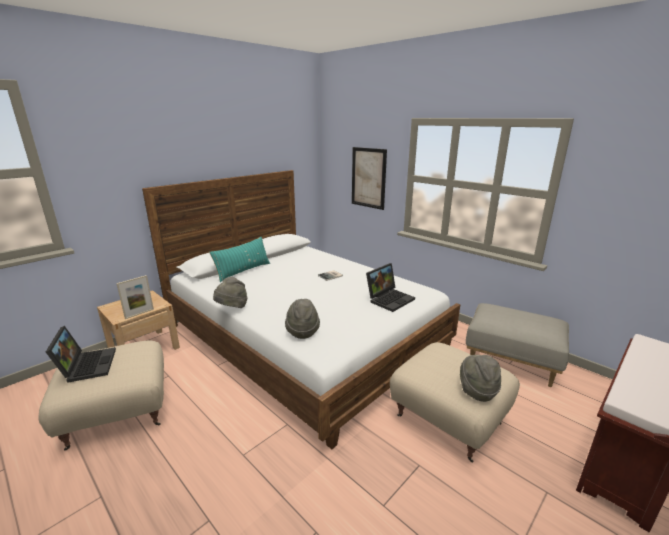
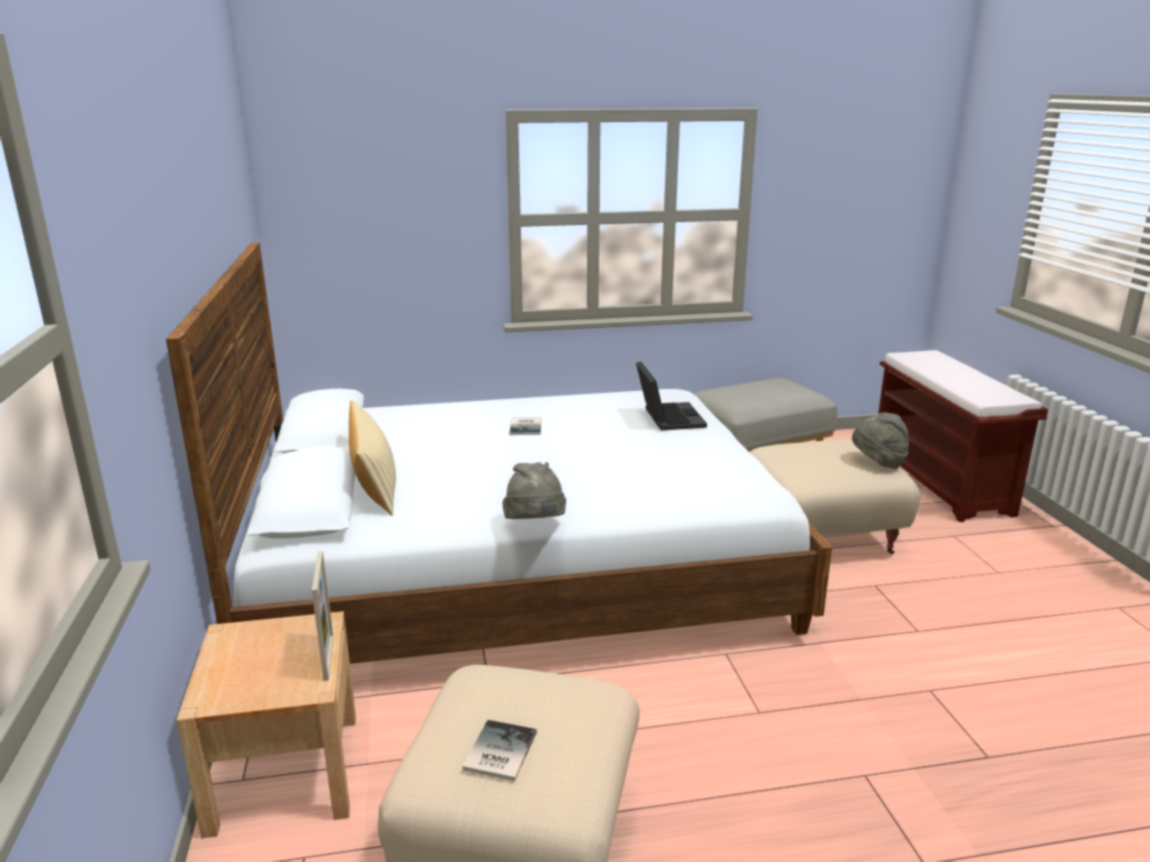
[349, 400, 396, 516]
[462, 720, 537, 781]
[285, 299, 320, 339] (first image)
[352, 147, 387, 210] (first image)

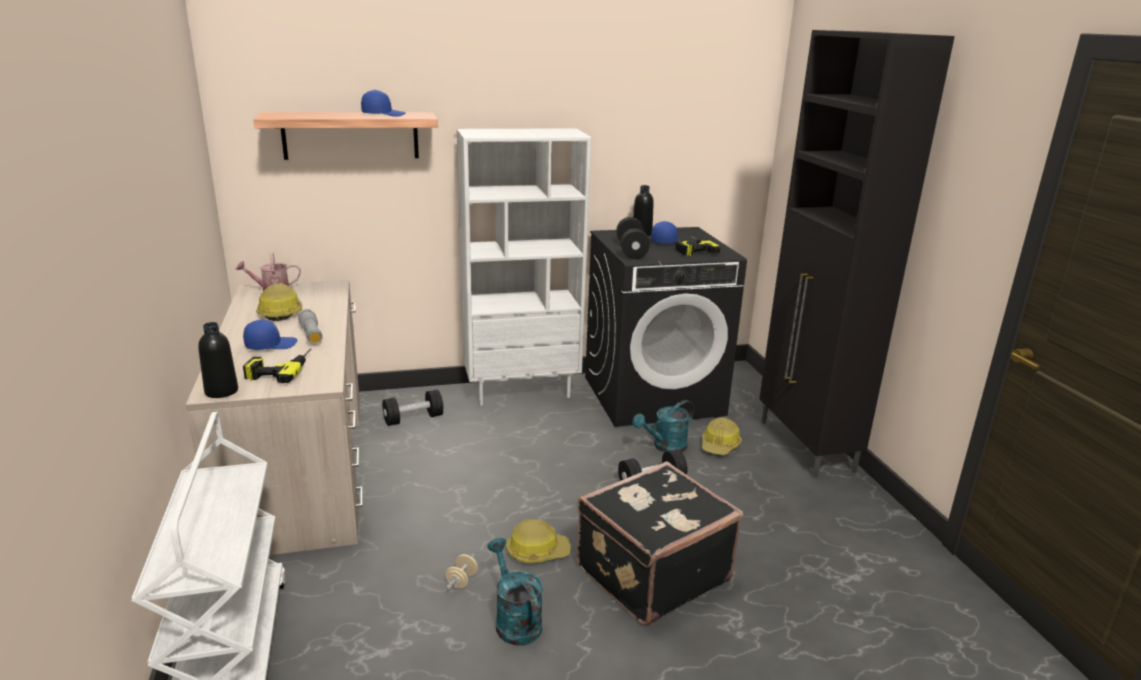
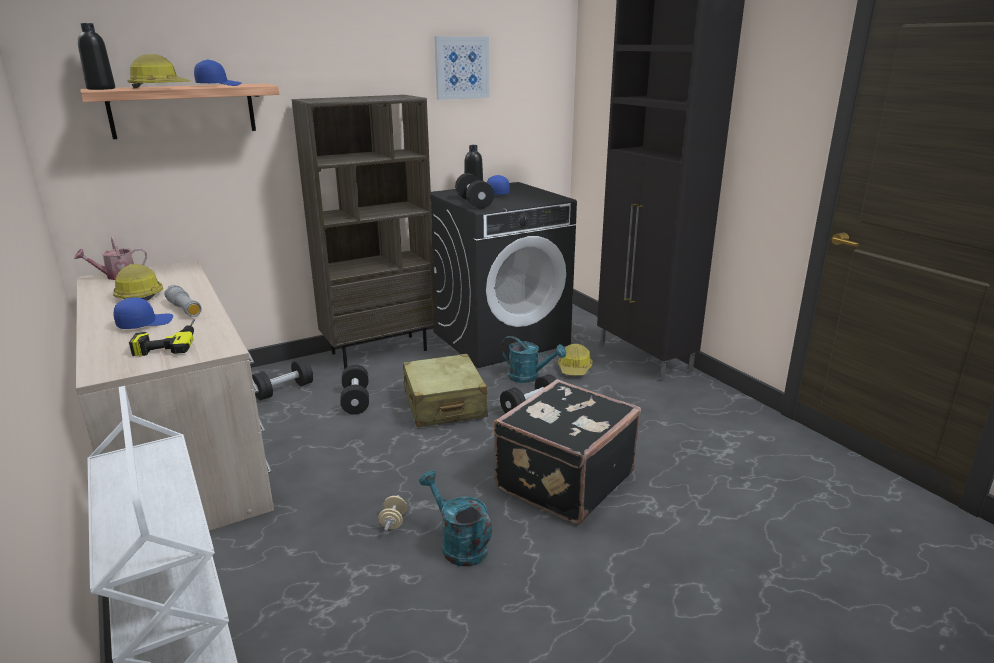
[78, 23, 115, 90]
[128, 54, 191, 88]
[292, 95, 436, 369]
[340, 365, 369, 415]
[403, 354, 488, 427]
[435, 36, 489, 100]
[501, 336, 566, 383]
[675, 235, 721, 256] (first image)

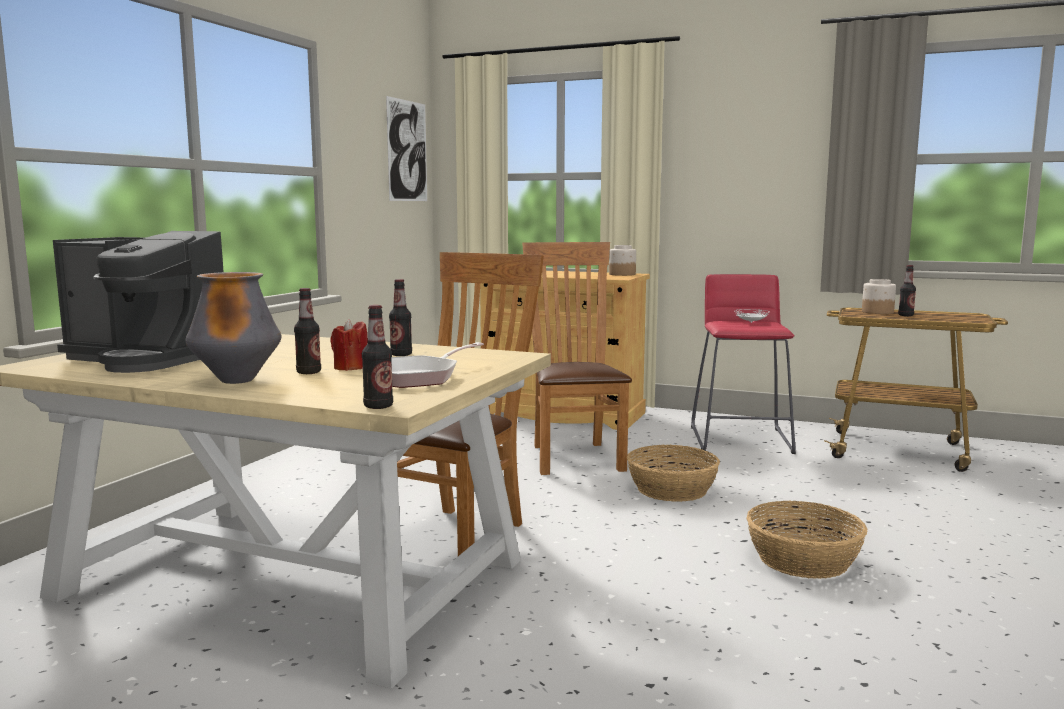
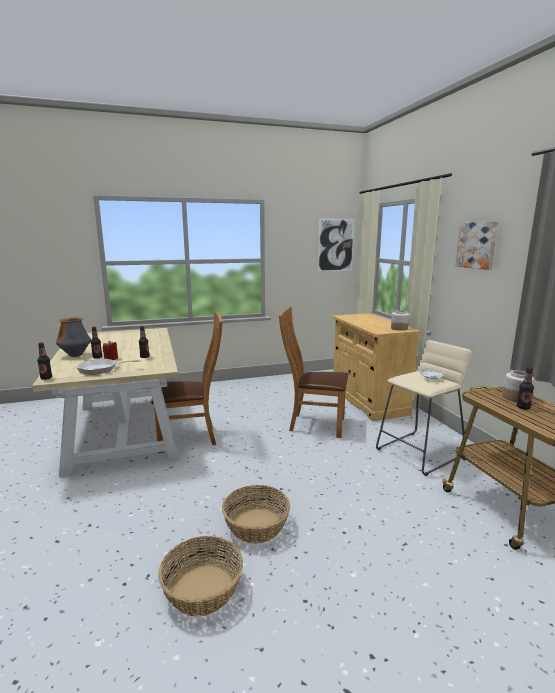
[158, 536, 243, 617]
[279, 307, 348, 438]
[376, 340, 472, 476]
[455, 221, 498, 270]
[53, 231, 223, 373] (first image)

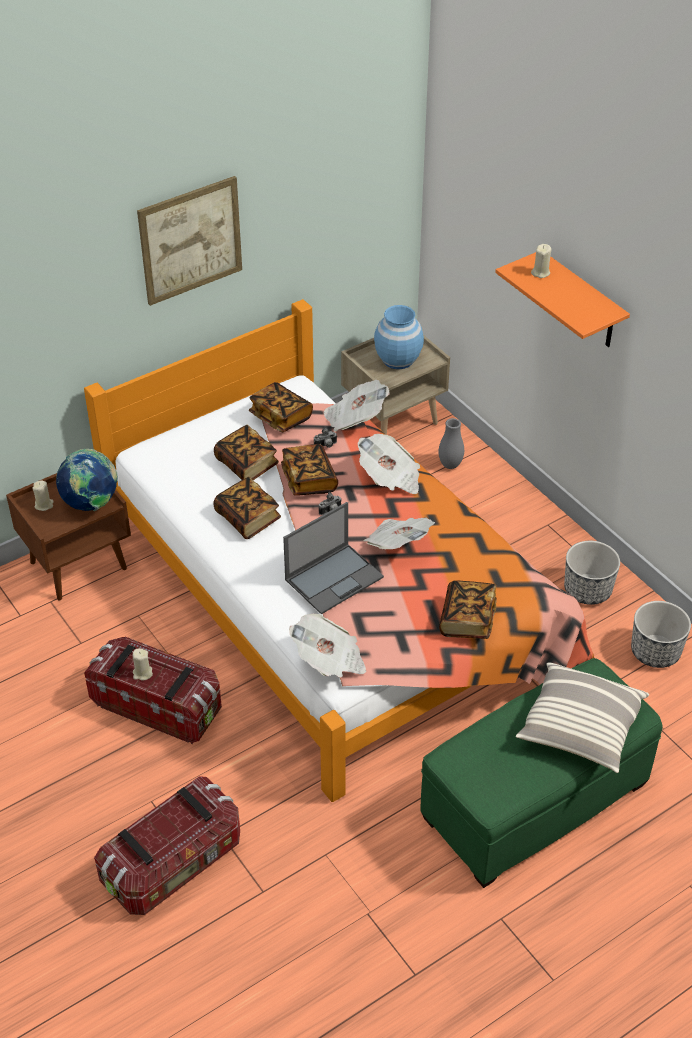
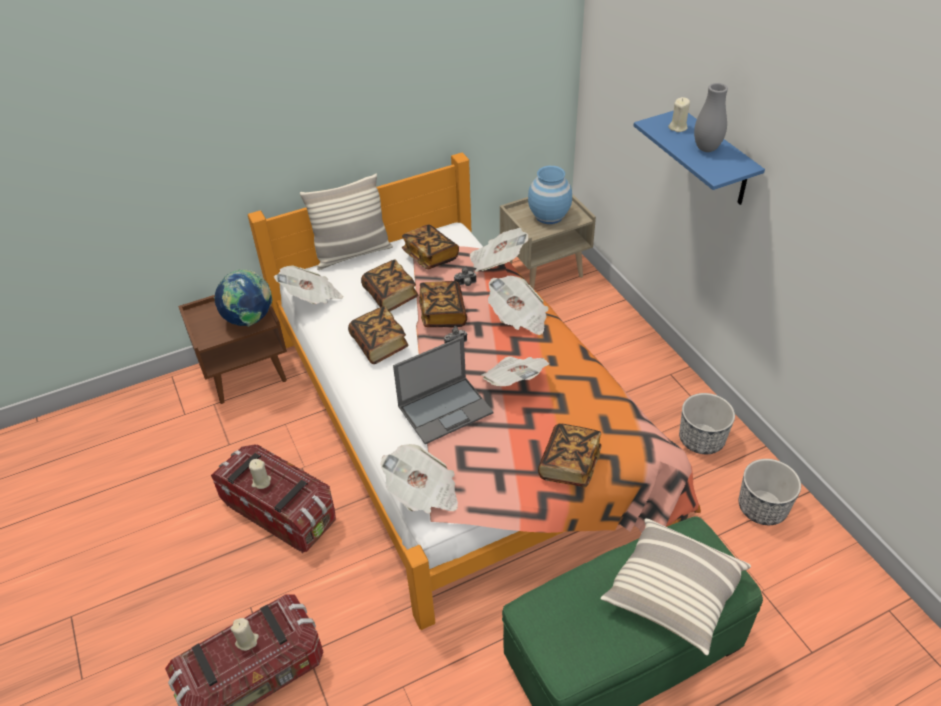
[231, 618, 259, 651]
[274, 266, 343, 304]
[300, 174, 393, 270]
[633, 111, 765, 205]
[694, 83, 728, 152]
[137, 176, 242, 306] (first image)

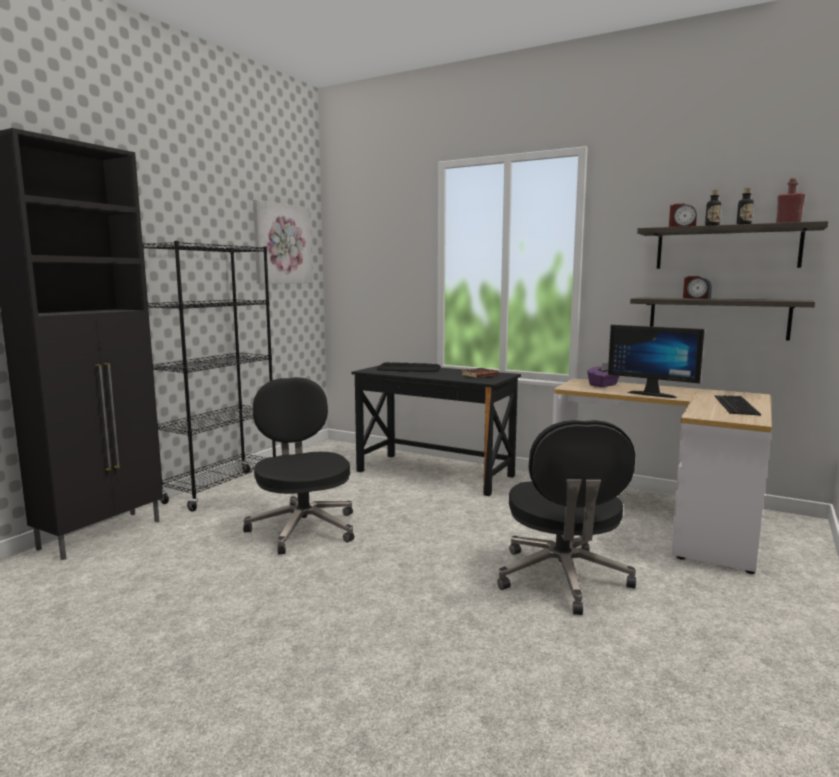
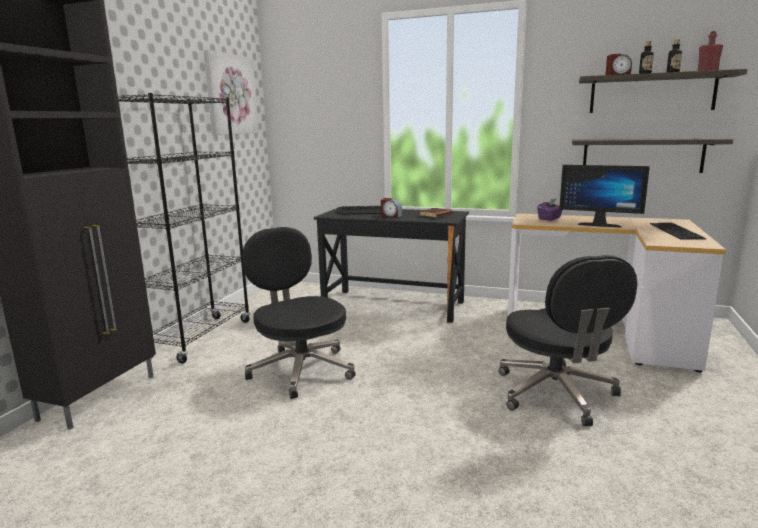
[381, 198, 402, 218]

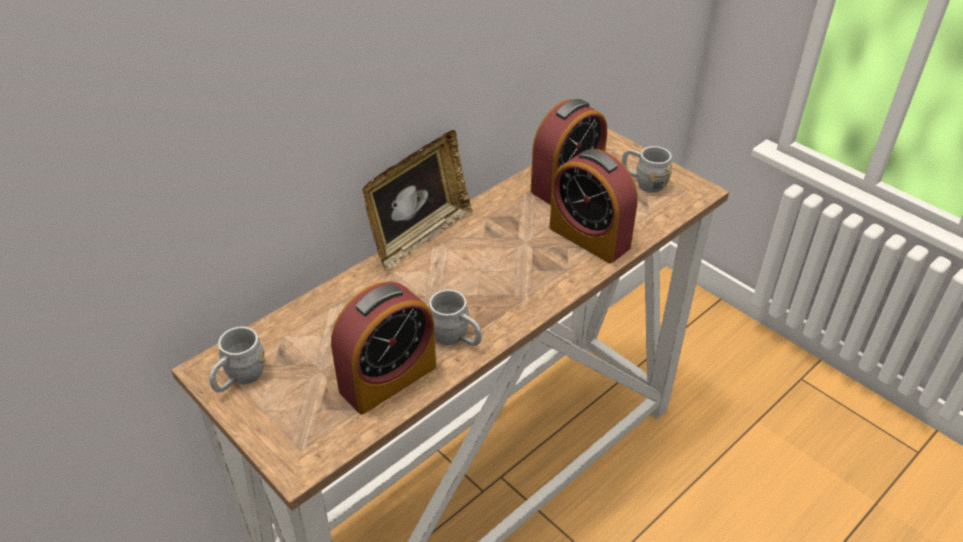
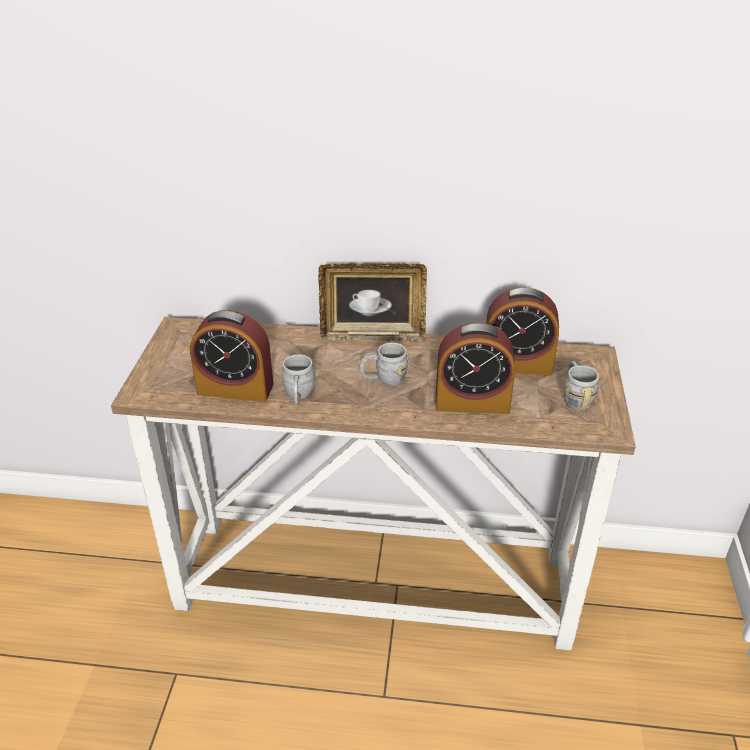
[360, 342, 409, 386]
[436, 322, 515, 414]

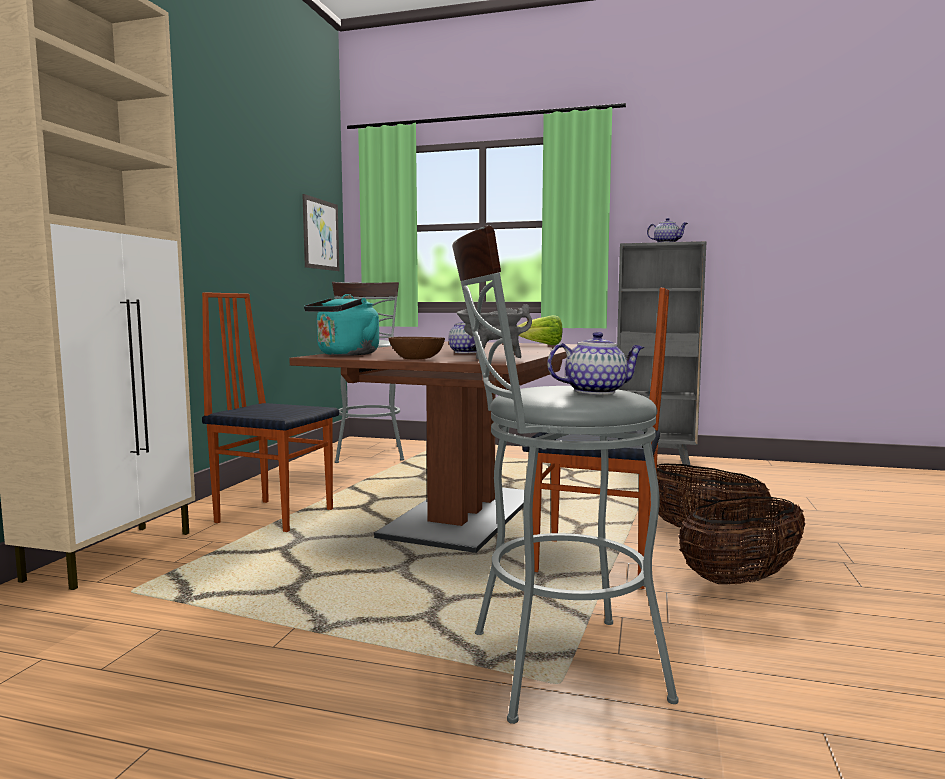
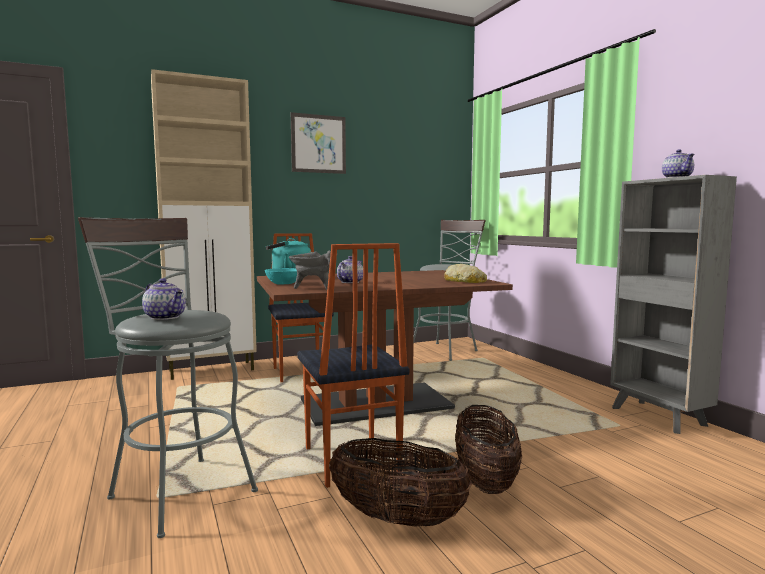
[265, 268, 297, 284]
[291, 112, 346, 174]
[444, 264, 487, 283]

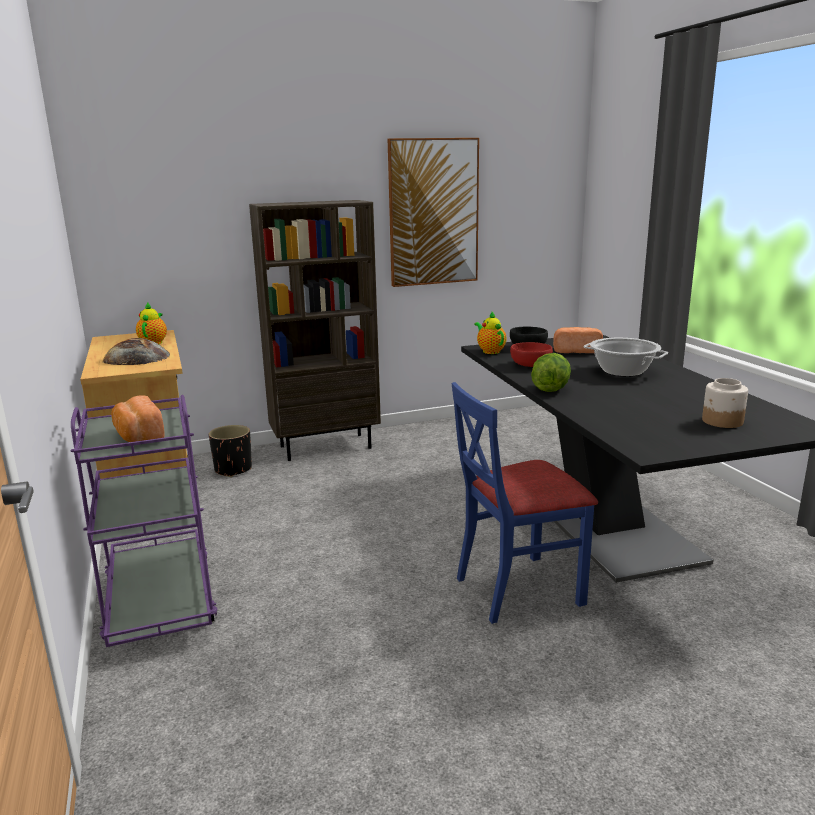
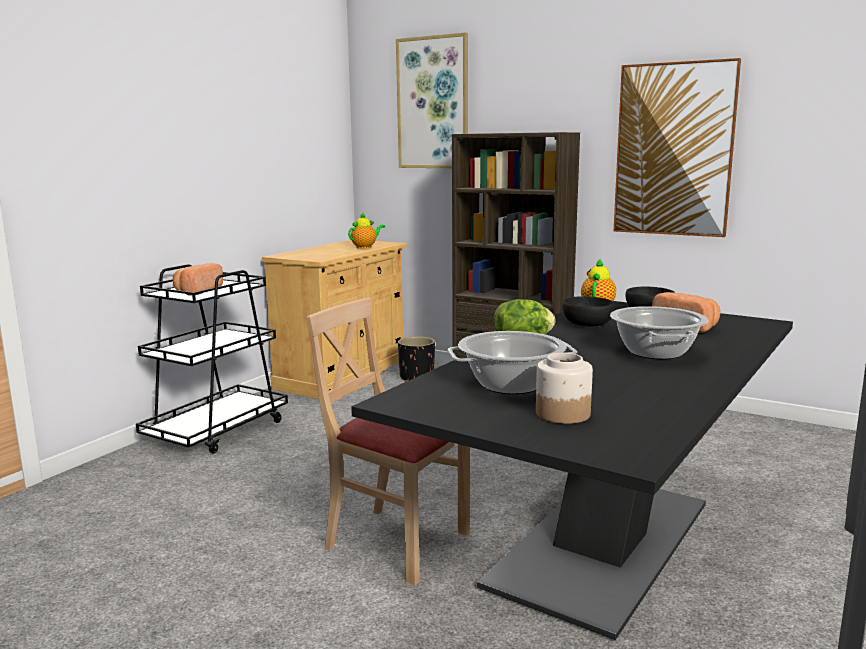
[136, 264, 288, 454]
[306, 297, 470, 585]
[396, 32, 468, 168]
[448, 331, 577, 394]
[562, 296, 615, 326]
[102, 338, 171, 365] (first image)

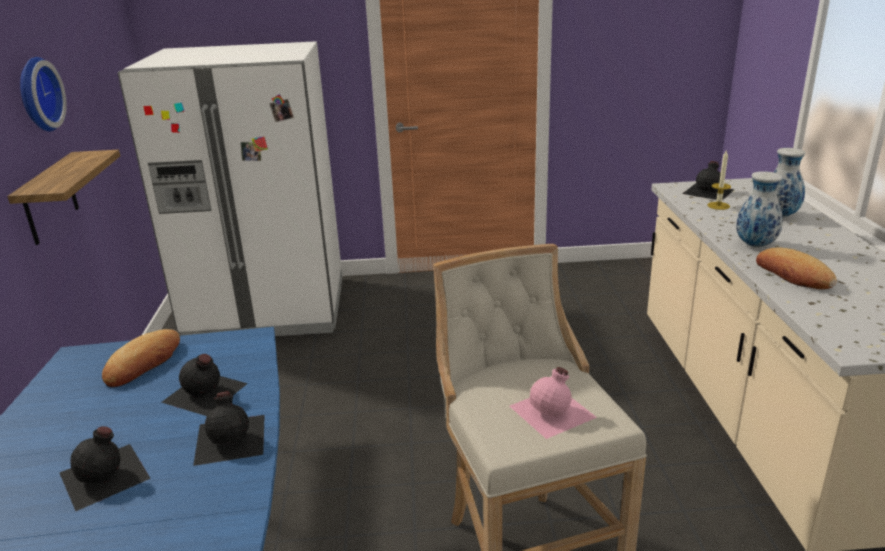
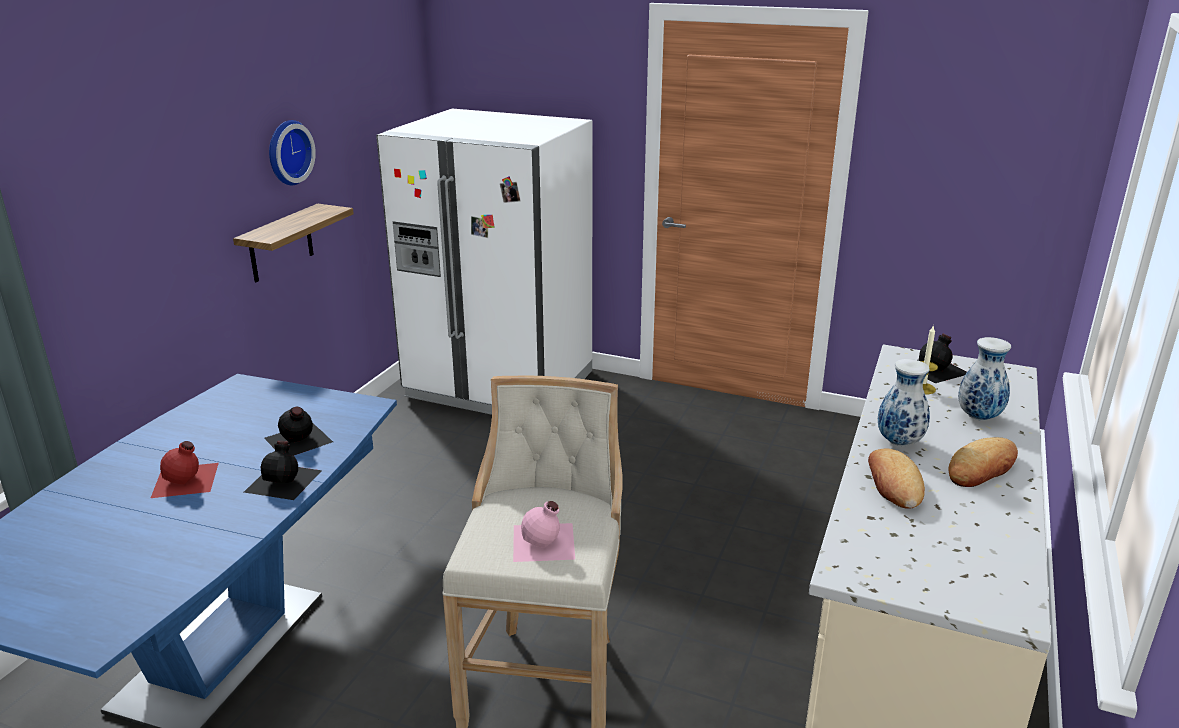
[151, 441, 219, 498]
[949, 437, 1018, 487]

